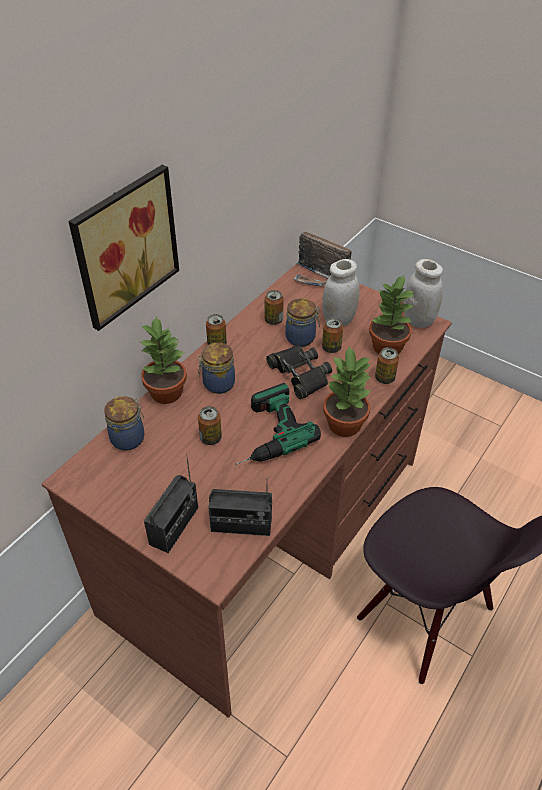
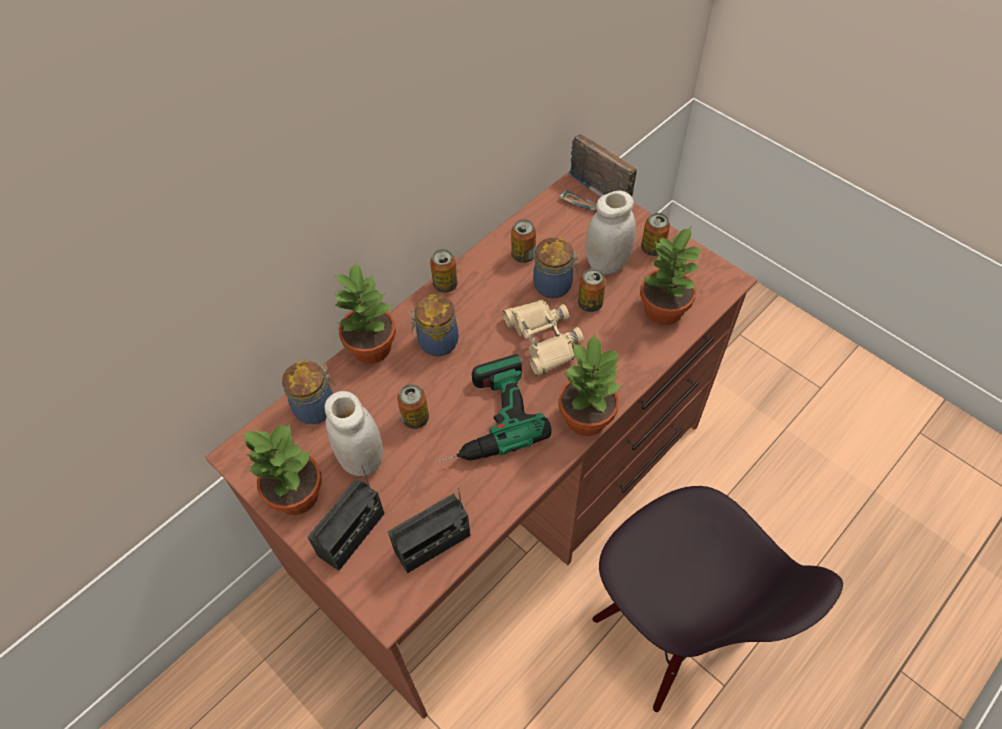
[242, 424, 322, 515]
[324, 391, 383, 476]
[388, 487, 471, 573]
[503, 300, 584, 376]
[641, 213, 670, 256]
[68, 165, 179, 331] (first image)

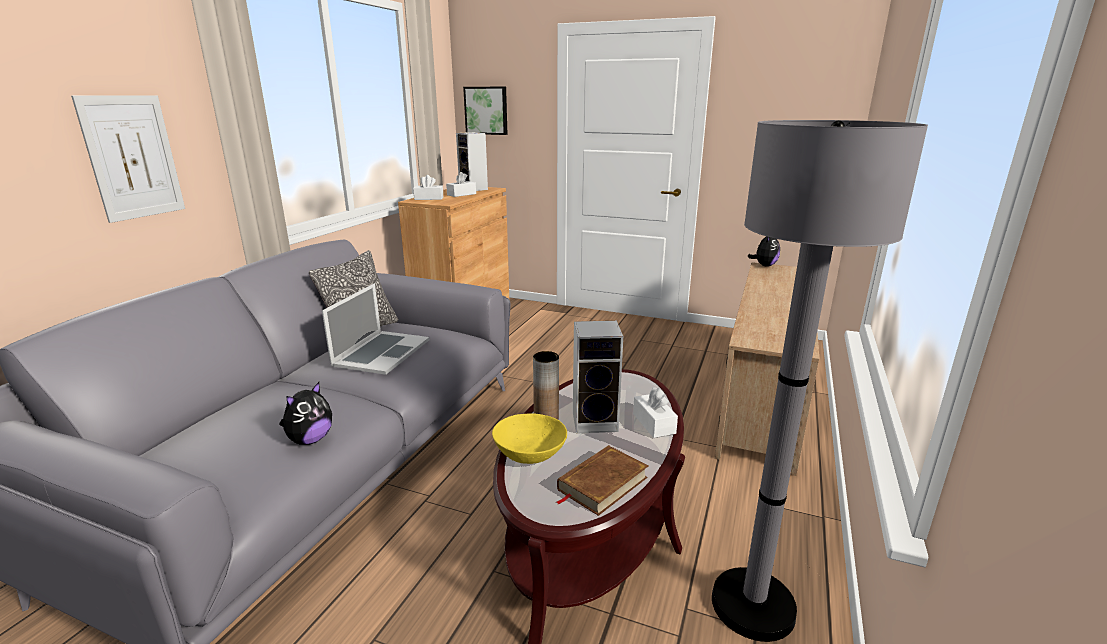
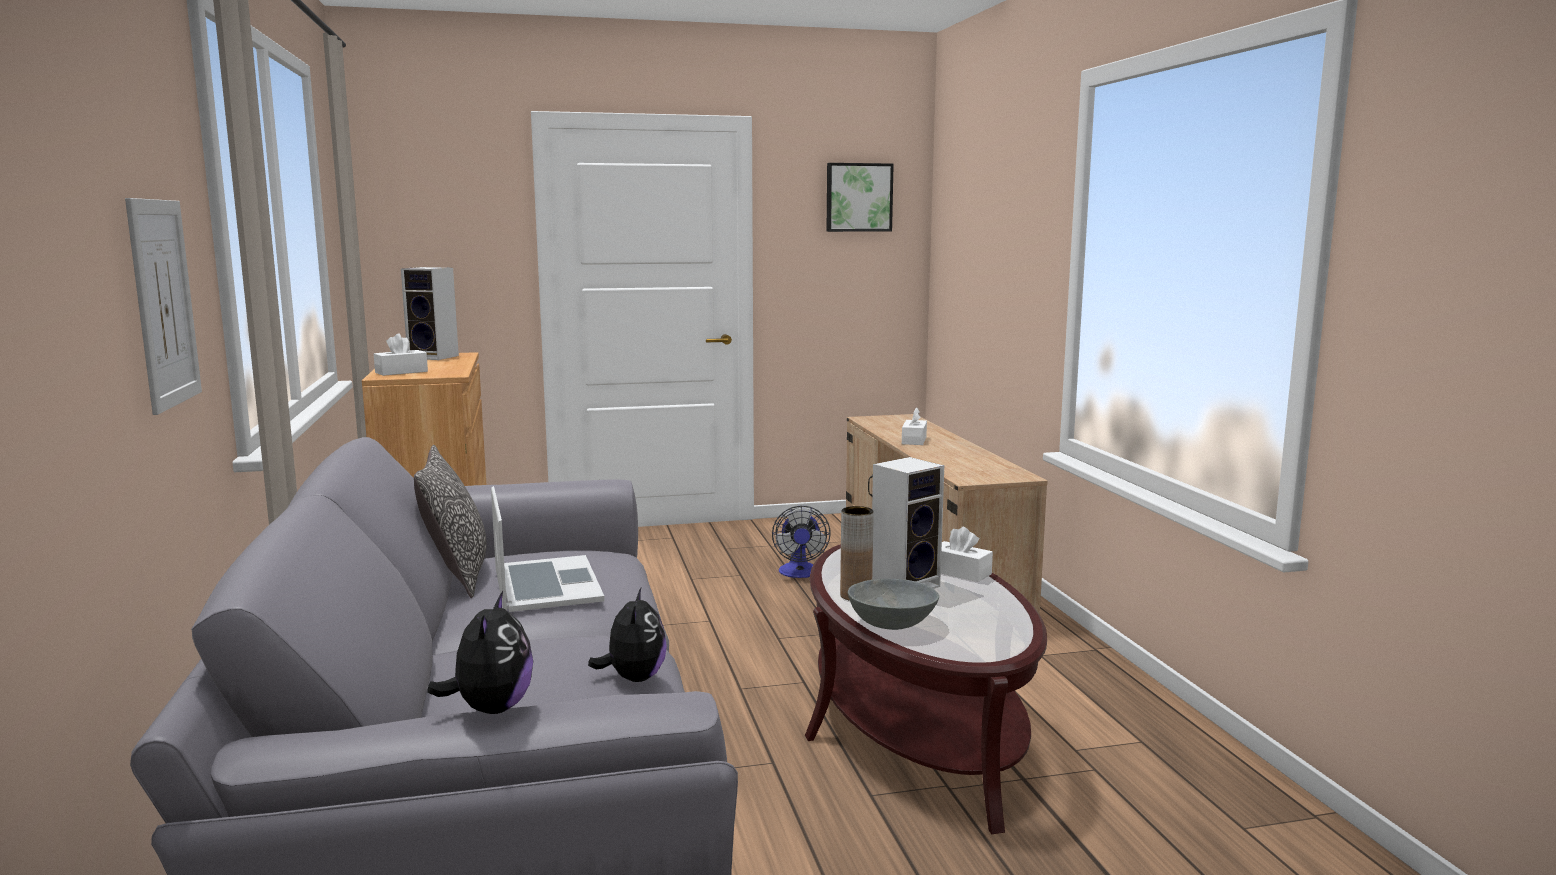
[427, 591, 533, 714]
[772, 506, 831, 578]
[827, 163, 894, 232]
[848, 579, 939, 630]
[902, 407, 927, 445]
[555, 445, 648, 516] (first image)
[712, 120, 928, 642] (first image)

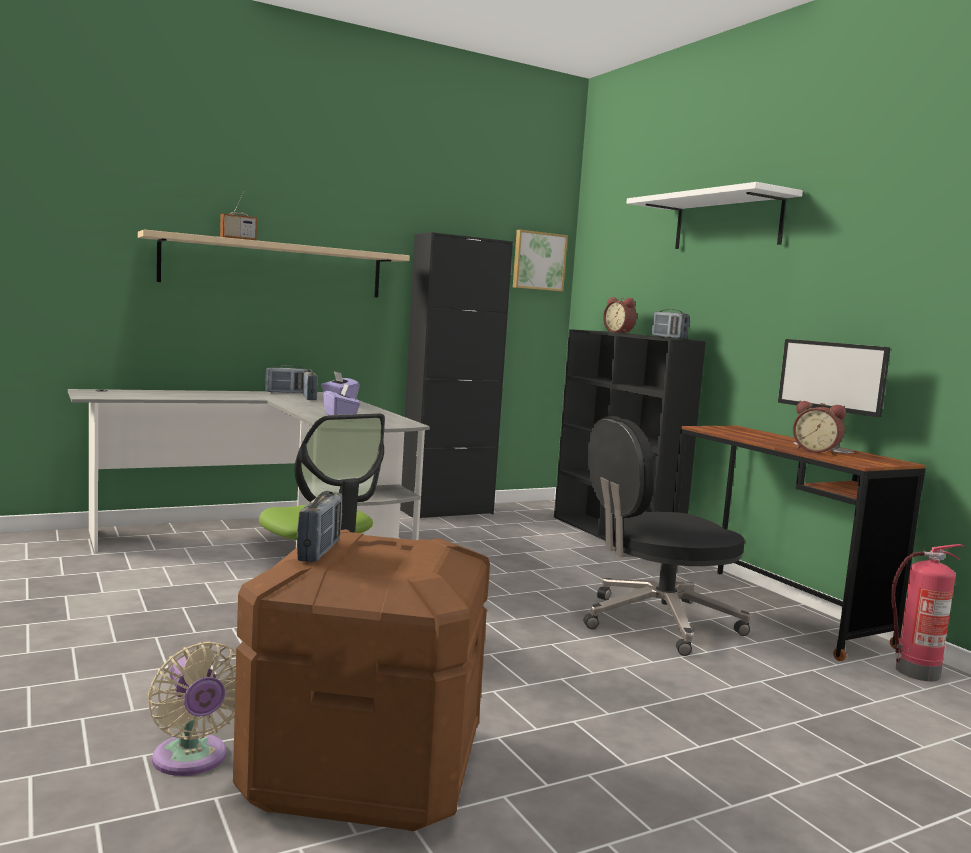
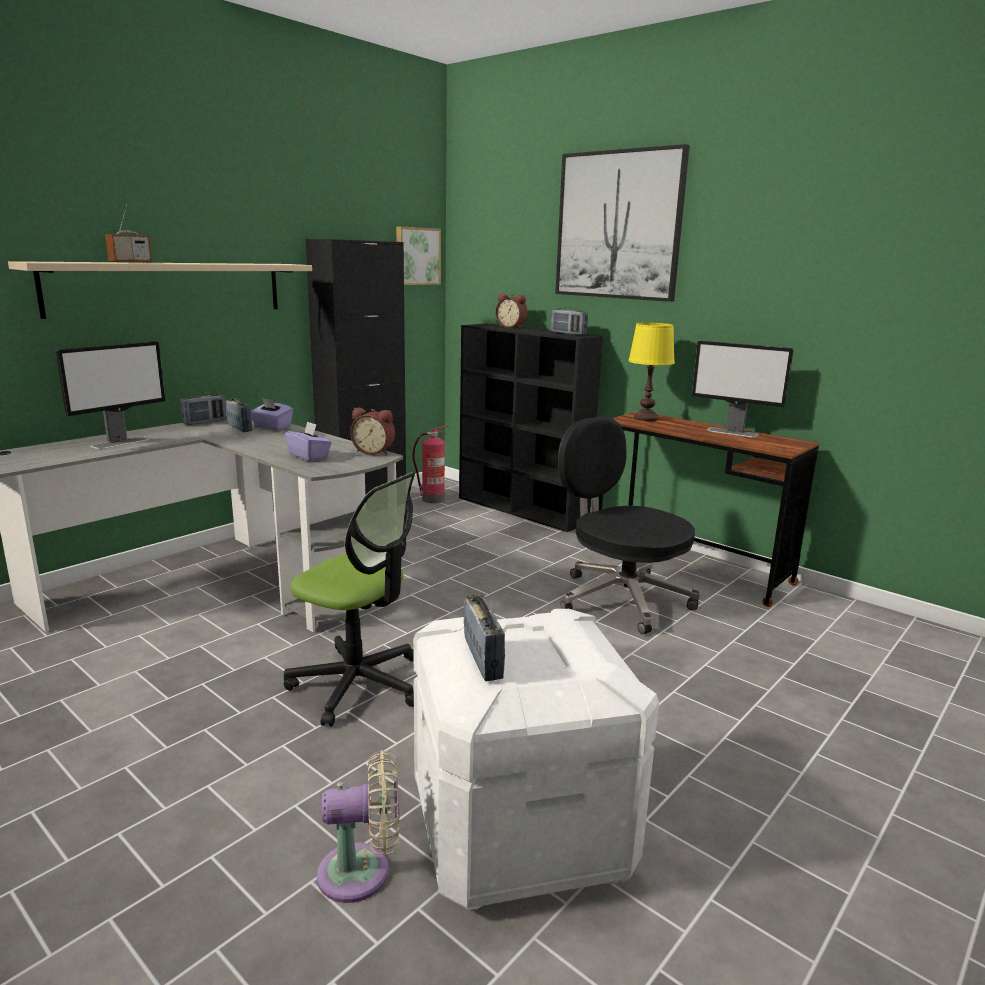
[56, 341, 165, 449]
[317, 750, 399, 903]
[350, 407, 395, 455]
[412, 426, 448, 503]
[413, 609, 659, 910]
[555, 144, 690, 302]
[558, 416, 700, 634]
[628, 322, 675, 421]

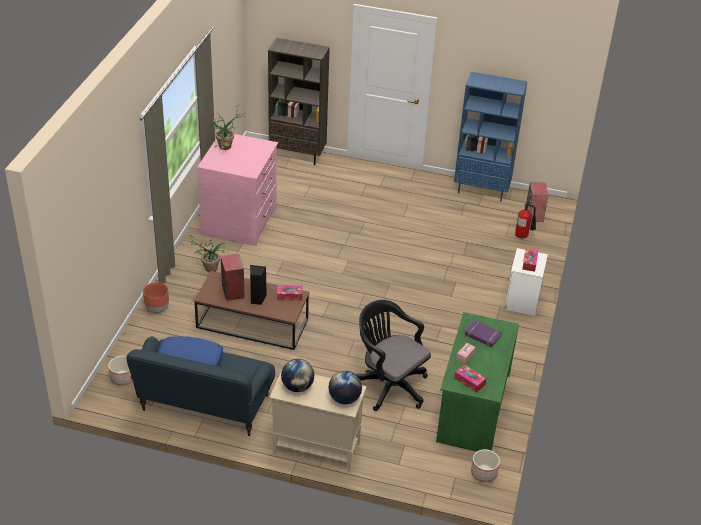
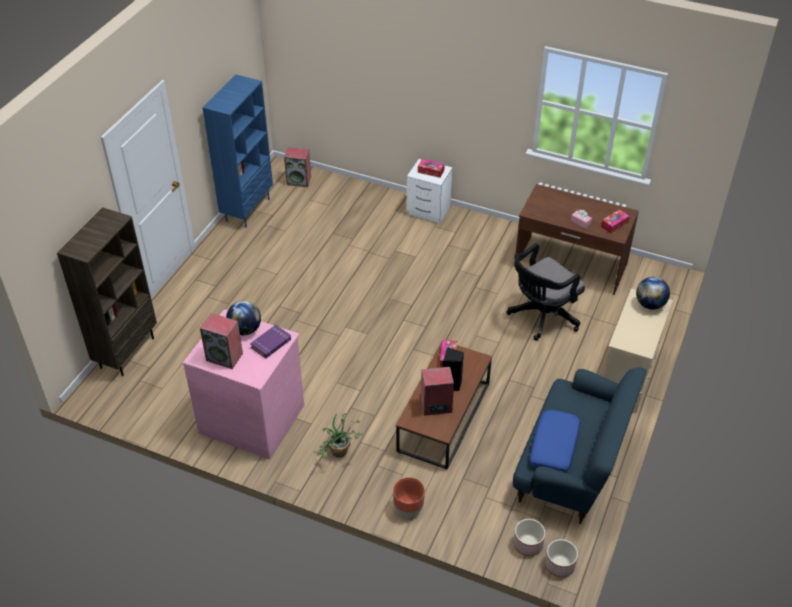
[200, 313, 243, 369]
[226, 301, 261, 335]
[250, 325, 291, 358]
[514, 184, 639, 295]
[545, 539, 578, 577]
[515, 196, 536, 238] (first image)

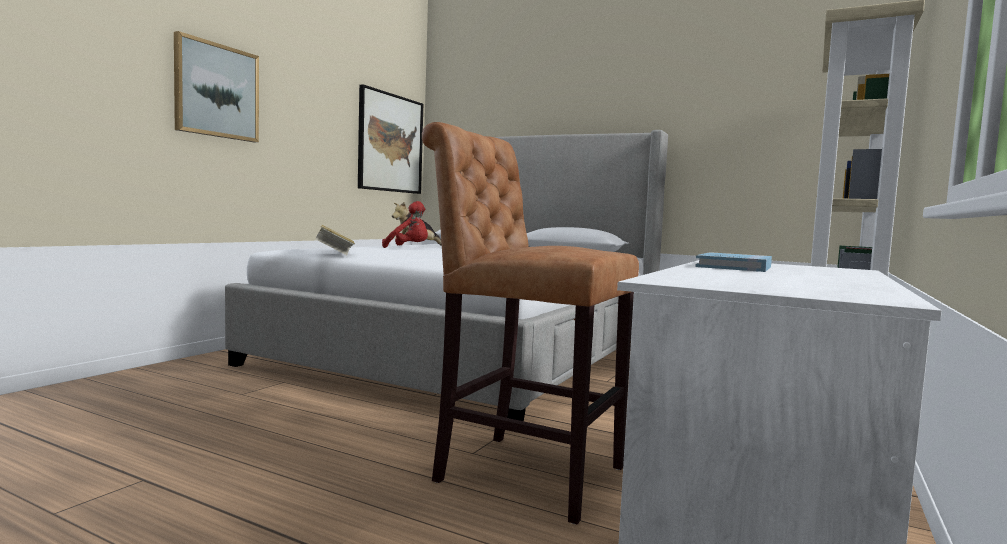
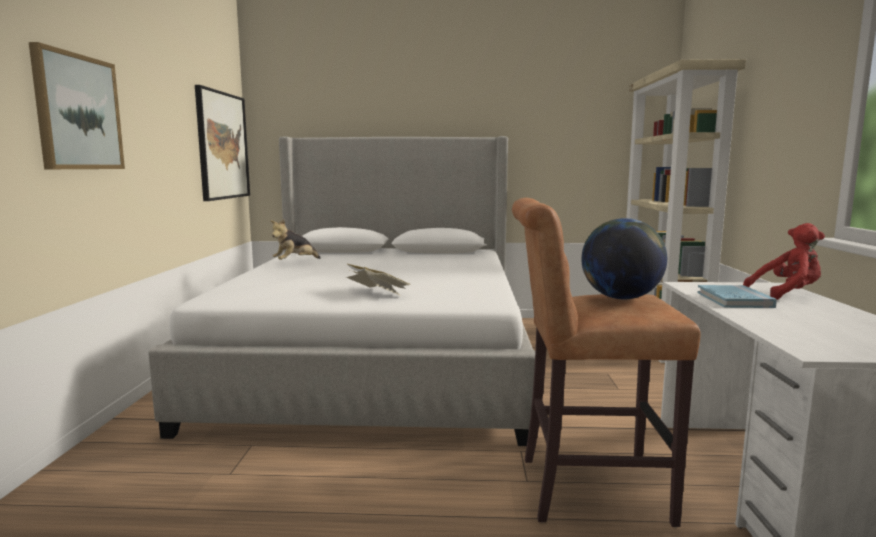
[346, 264, 411, 296]
[582, 218, 667, 299]
[743, 223, 825, 300]

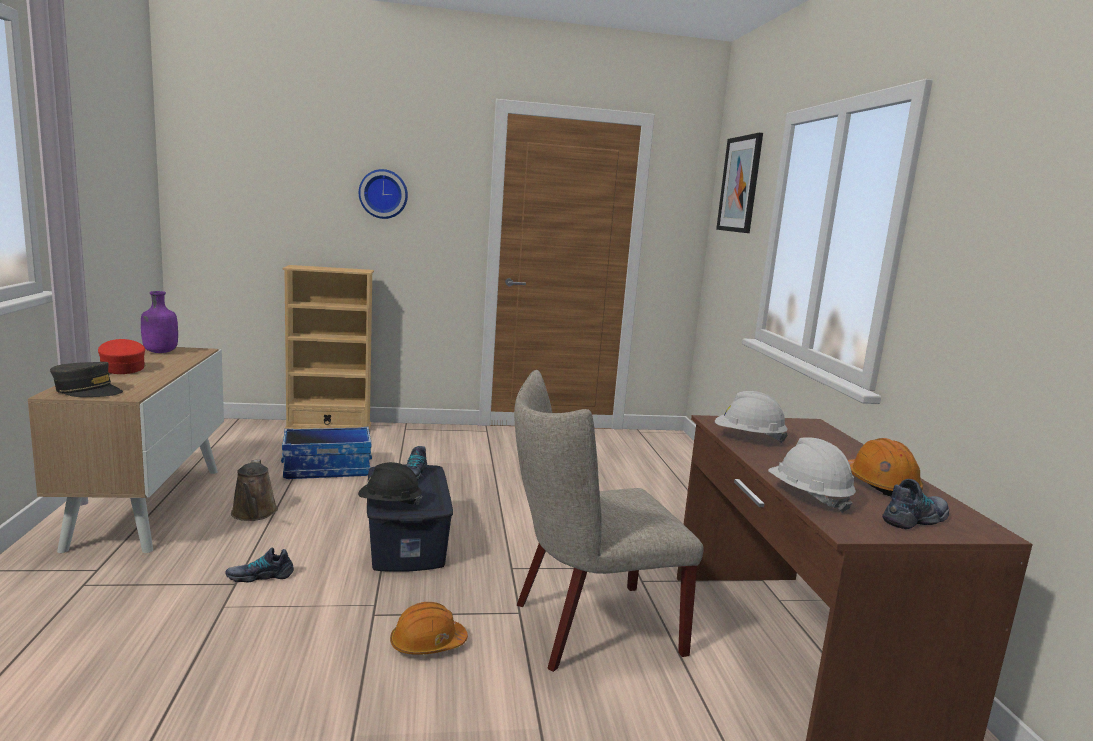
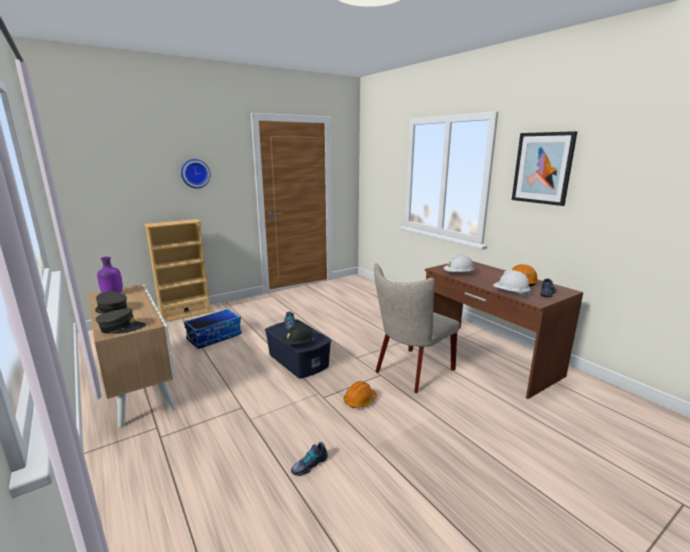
[95, 291, 127, 314]
[291, 442, 328, 476]
[512, 131, 577, 206]
[231, 459, 278, 521] (first image)

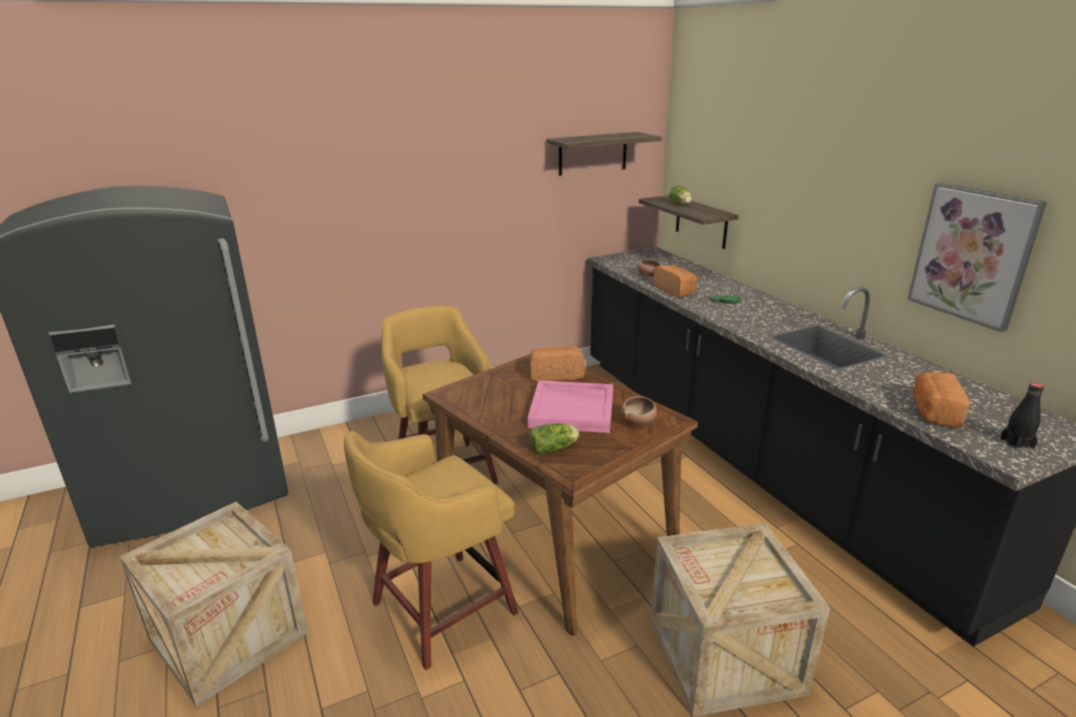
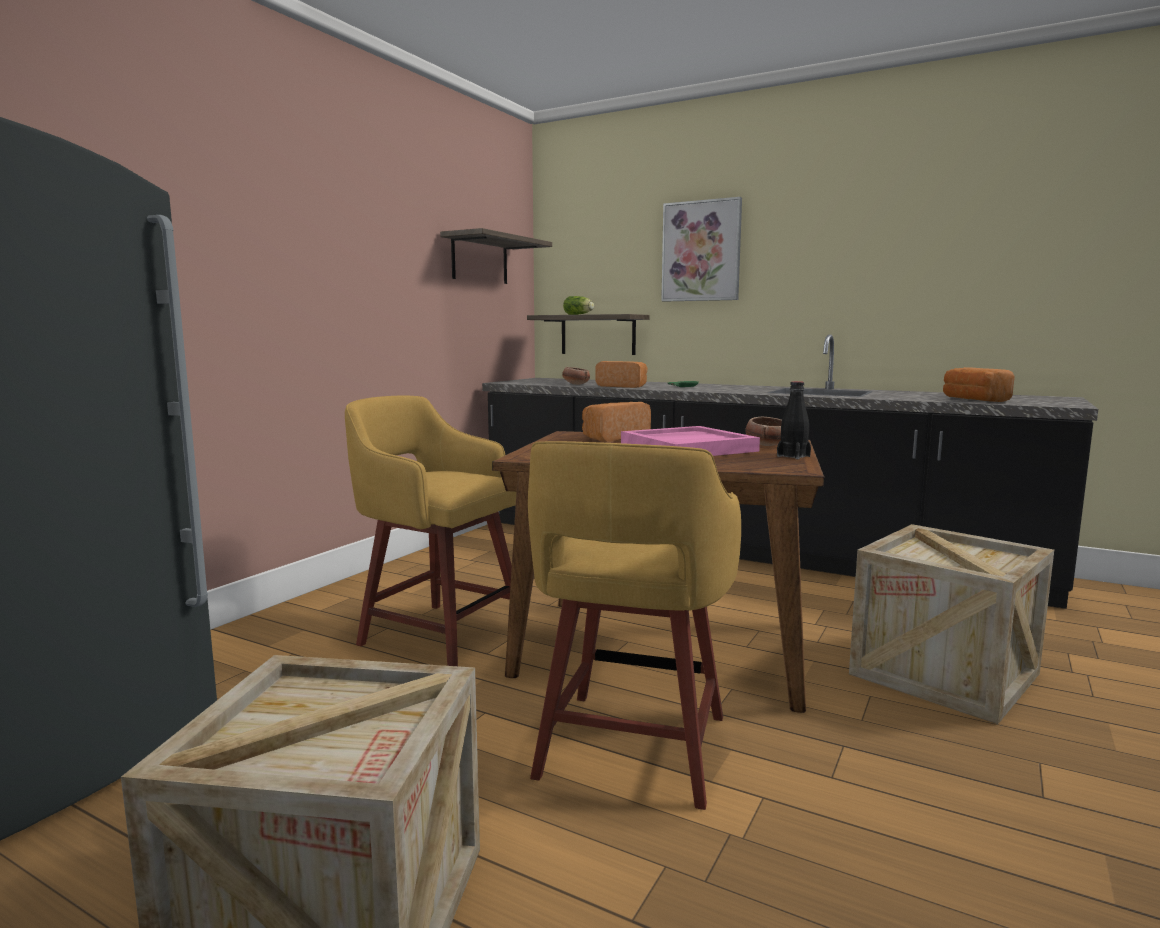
[661, 197, 742, 302]
[777, 381, 811, 459]
[529, 423, 579, 454] (first image)

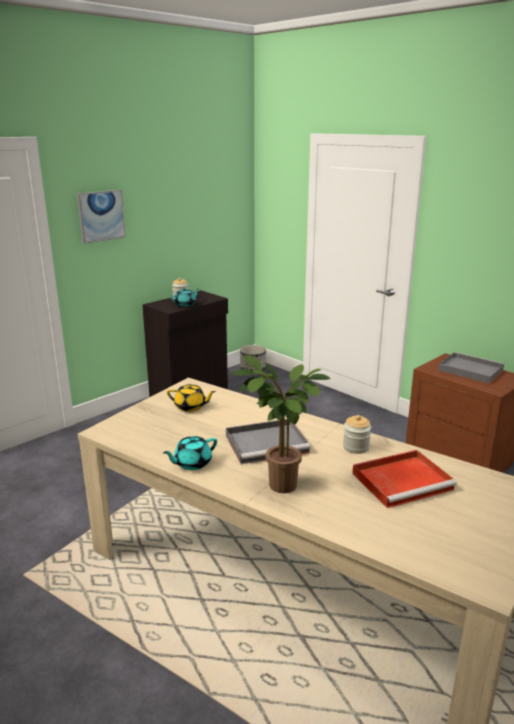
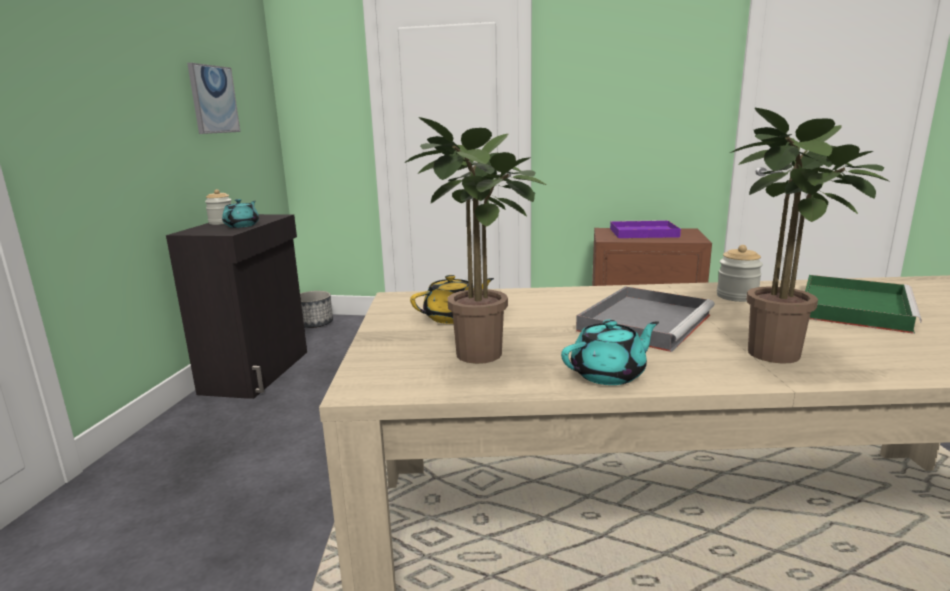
[187, 63, 240, 134]
[405, 117, 546, 364]
[561, 320, 659, 385]
[610, 220, 681, 238]
[805, 275, 922, 334]

